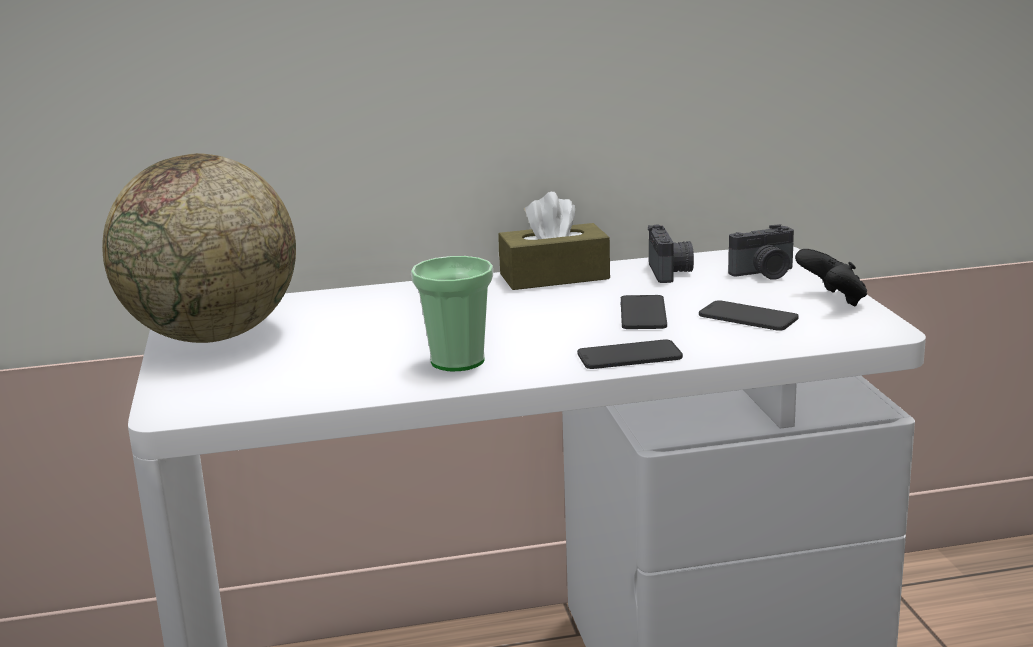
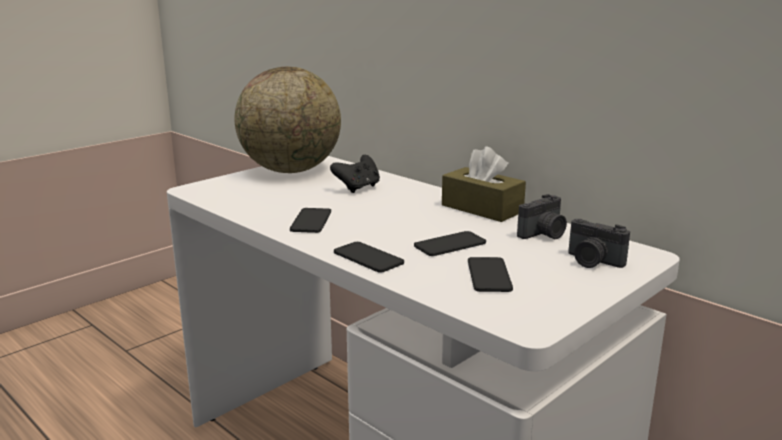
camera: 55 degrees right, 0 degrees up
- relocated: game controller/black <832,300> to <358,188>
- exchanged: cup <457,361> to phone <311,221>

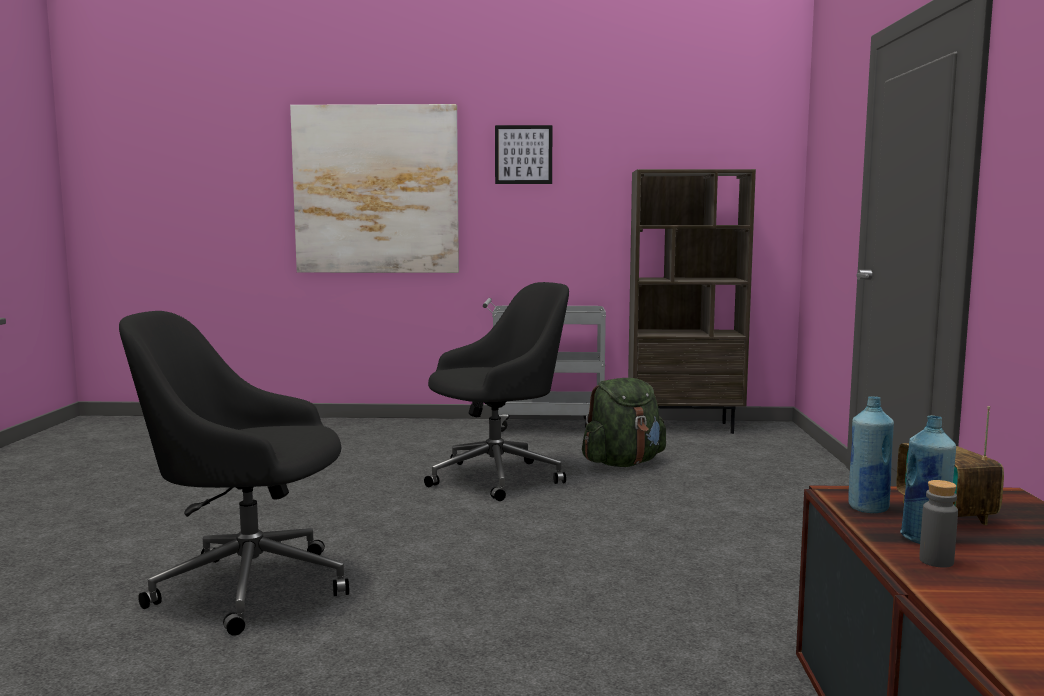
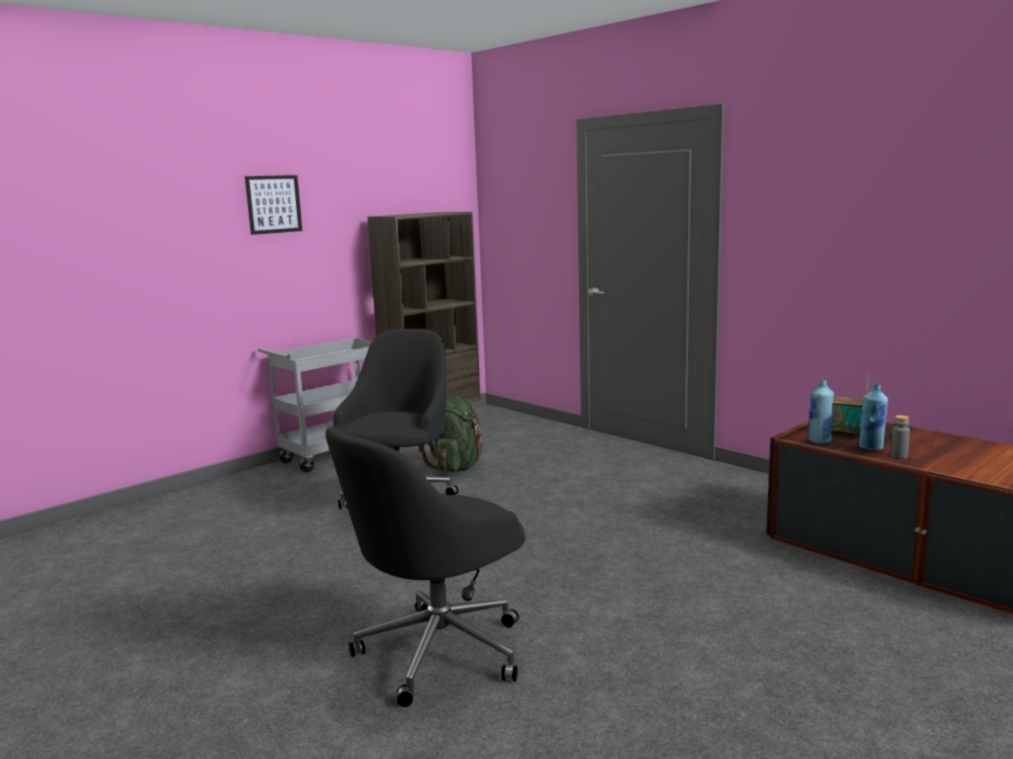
camera: 45 degrees left, 5 degrees up
- missing: picture <376,189>

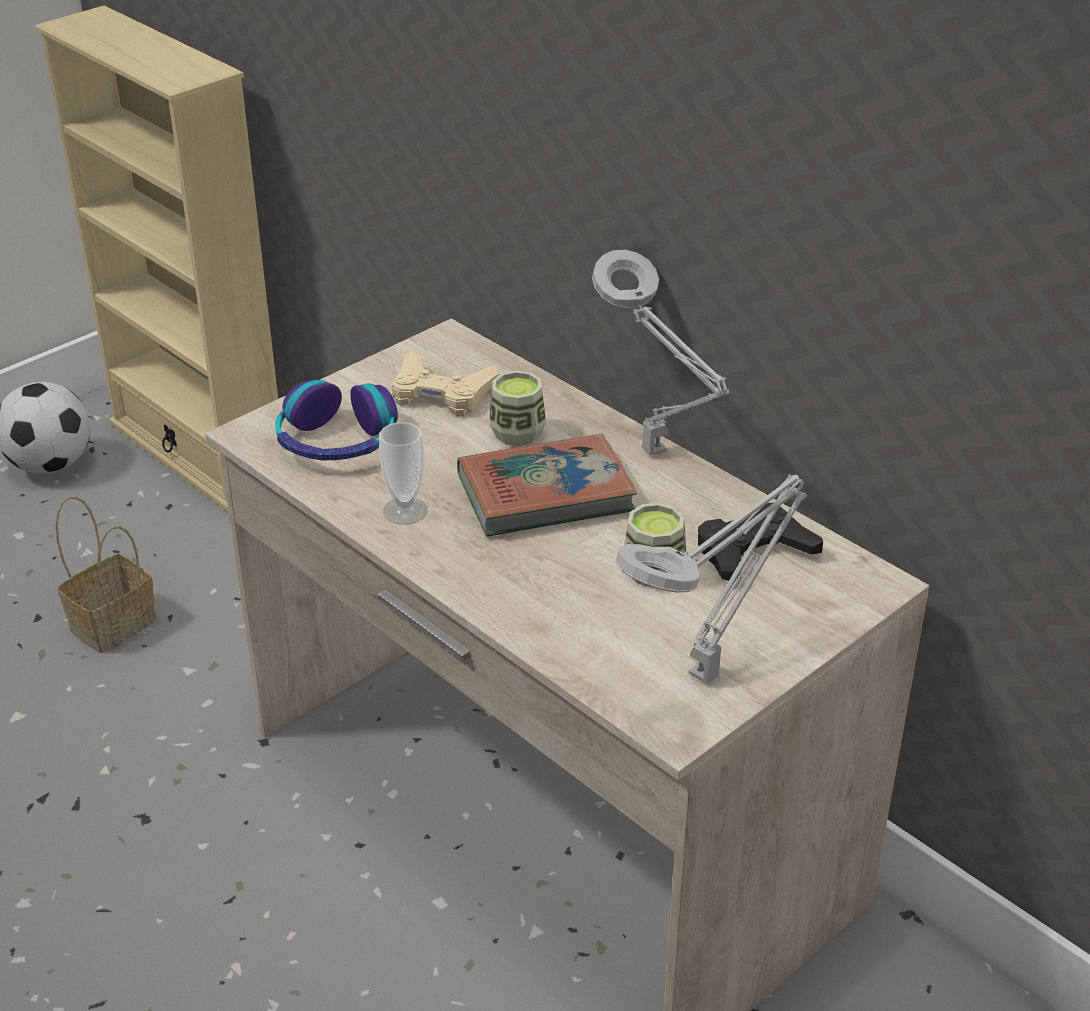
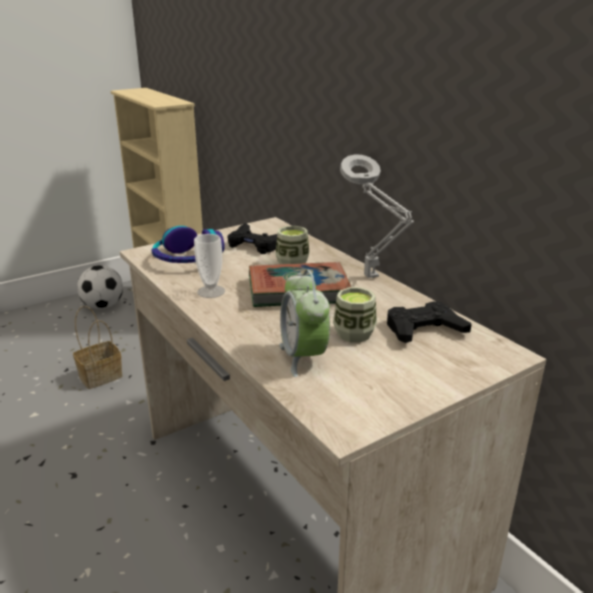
camera: 10 degrees right, 10 degrees down
- missing: table lamp/grey <709,672>
- appeared: alarm clock <303,357>
- colour: game controller/beige <441,393> to game controller/black <256,244>

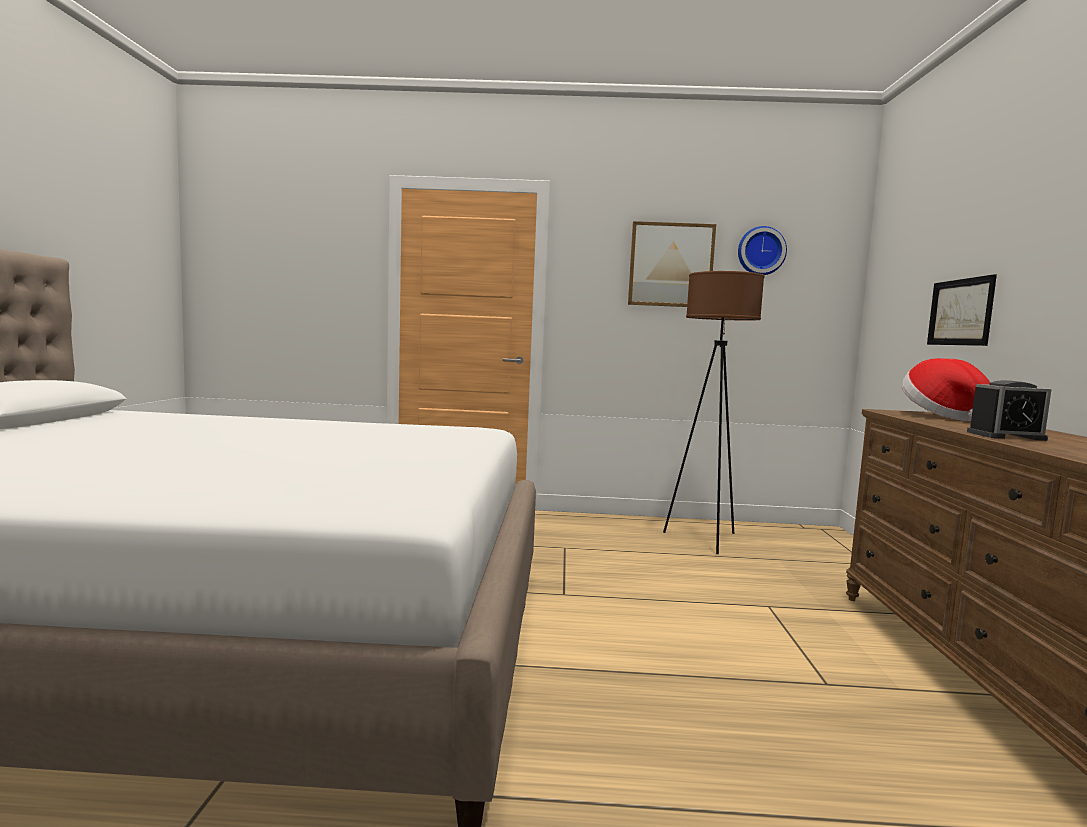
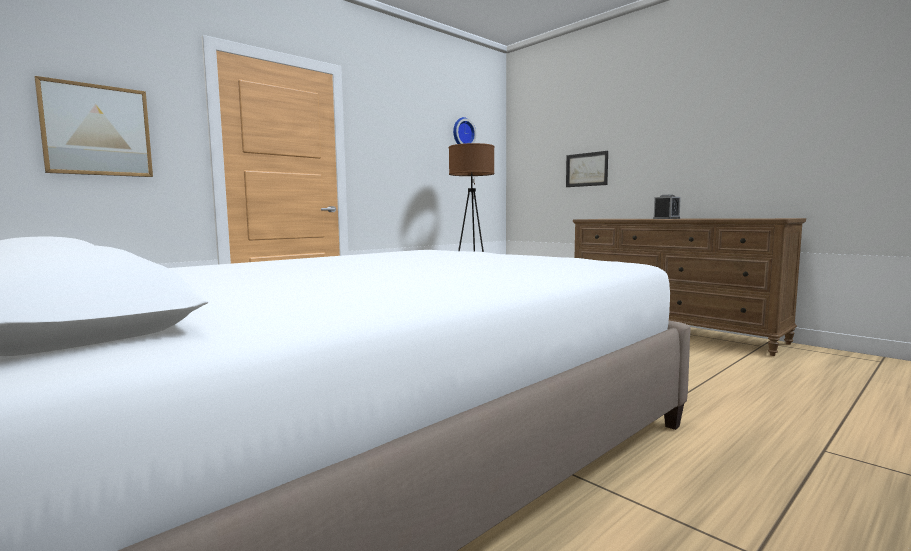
camera: 45 degrees left, 0 degrees up
- missing: hat <943,416>
- relocated: picture <670,265> to <97,130>

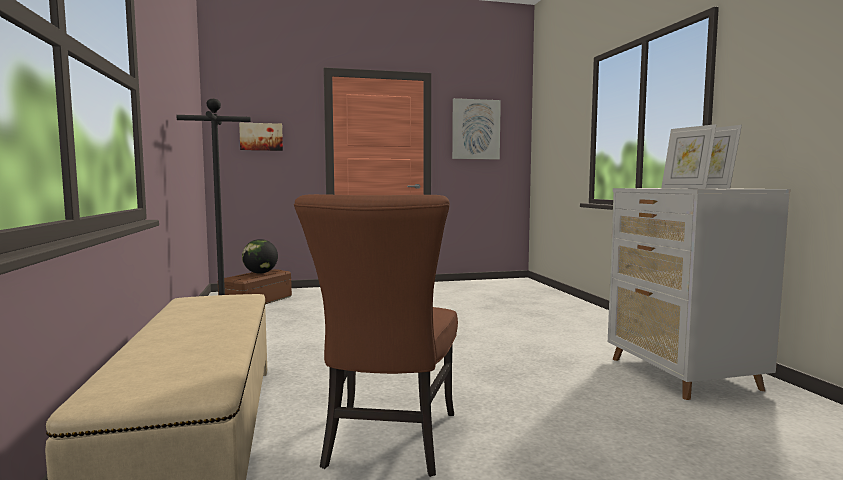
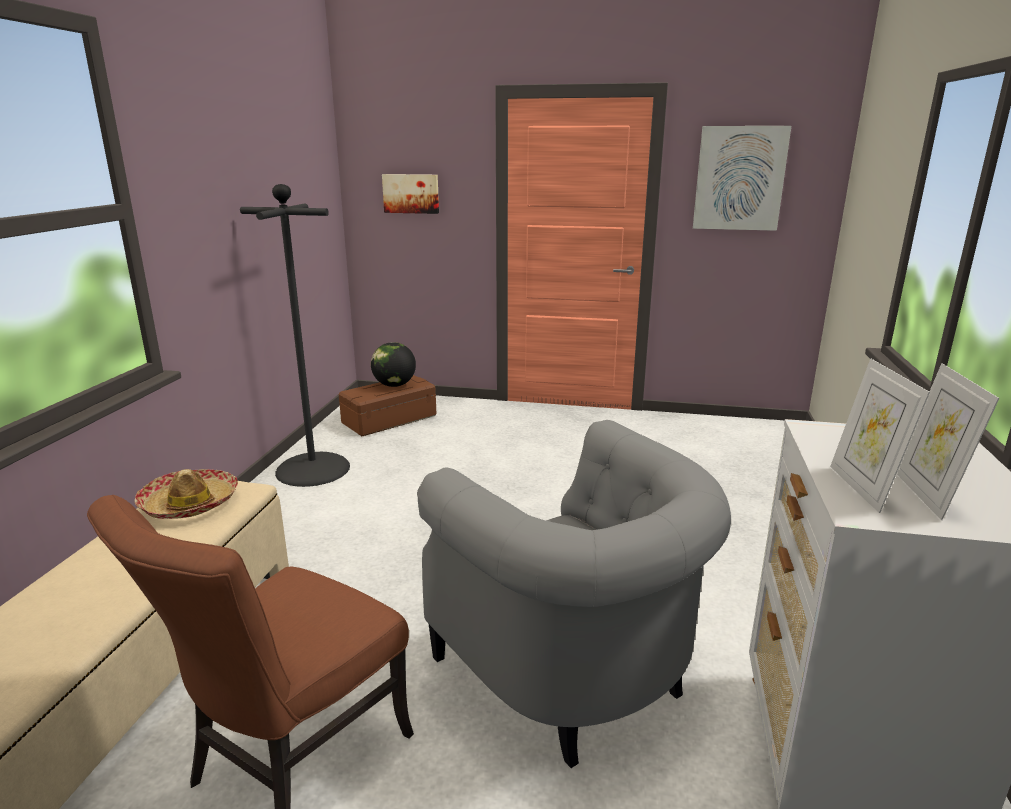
camera: 25 degrees right, 15 degrees up
- appeared: hat <190,503>
- appeared: armchair/grey <569,675>

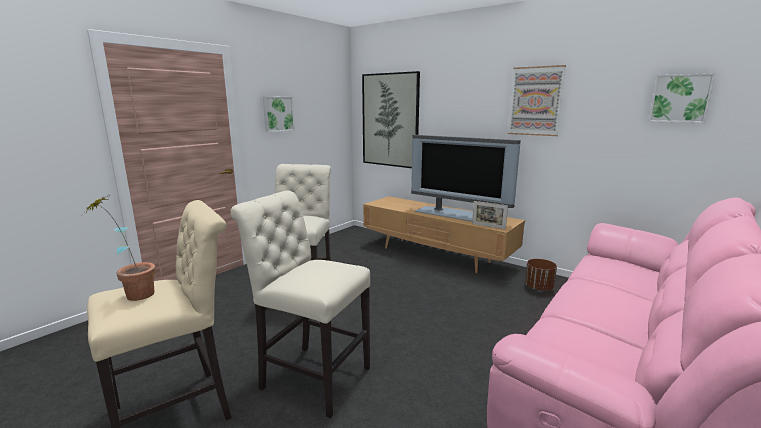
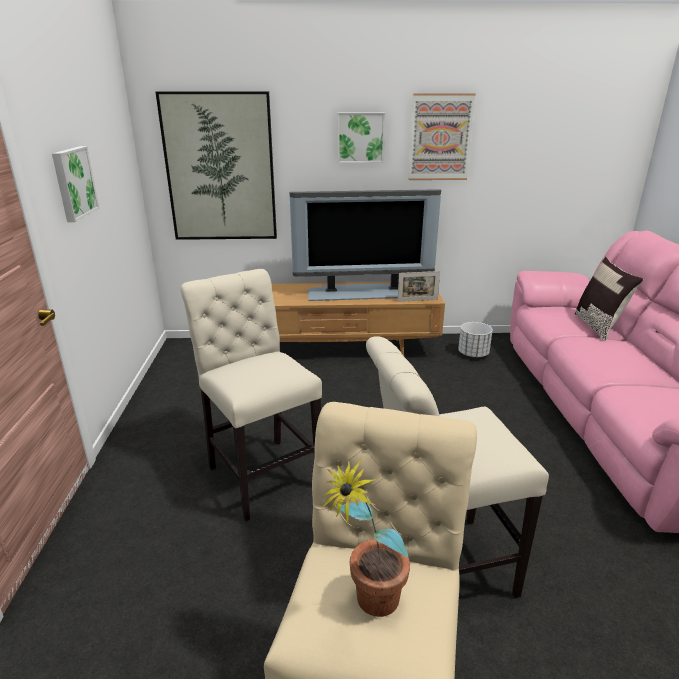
camera: 40 degrees left, 10 degrees up
- appeared: pillow <598,327>
- relocated: picture <680,98> to <360,137>
- colour: planter/brown <539,288> to planter/white <473,354>

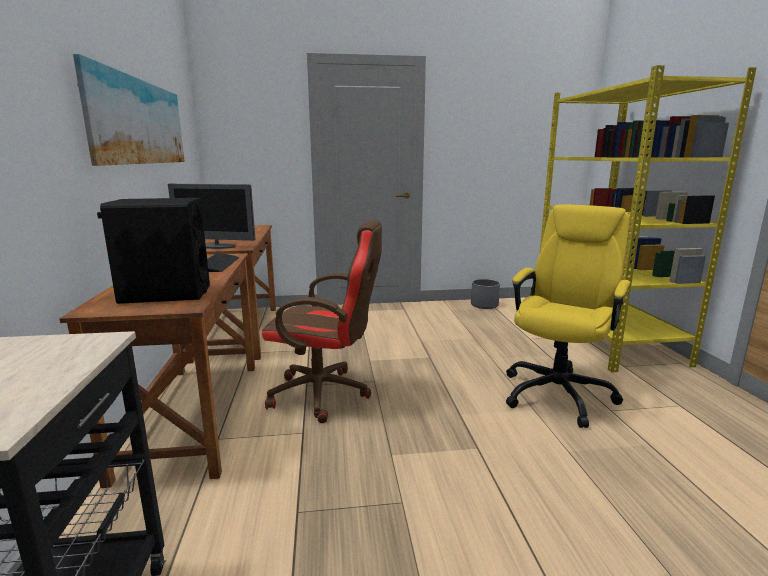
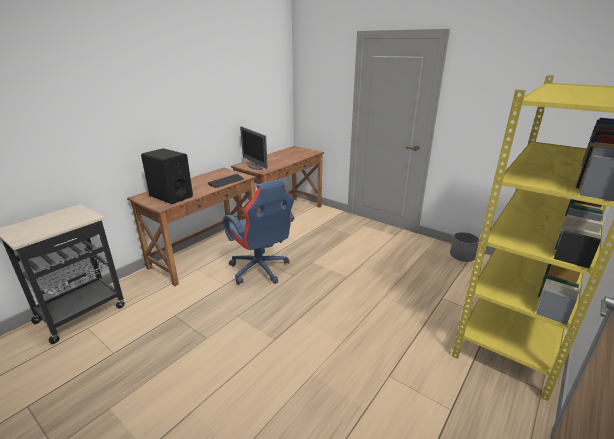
camera: 45 degrees right, 10 degrees up
- missing: picture <137,122>
- missing: office chair/yellow <558,393>
- colour: office chair/brown <327,396> to office chair/blue <261,272>

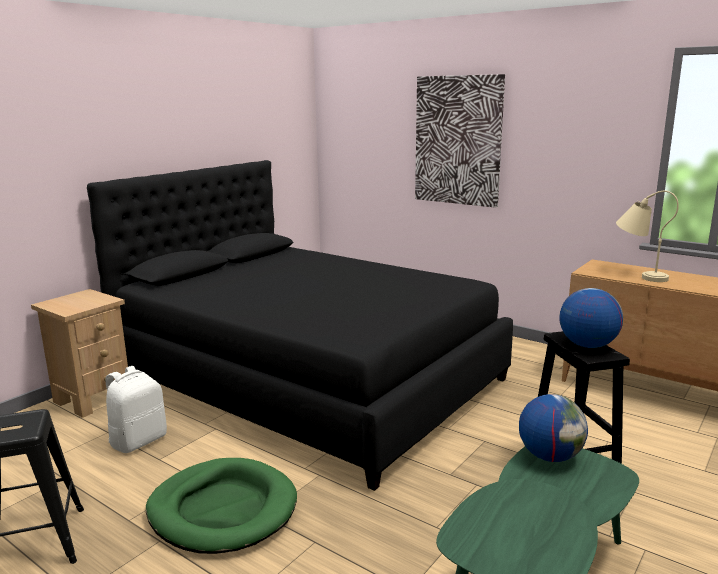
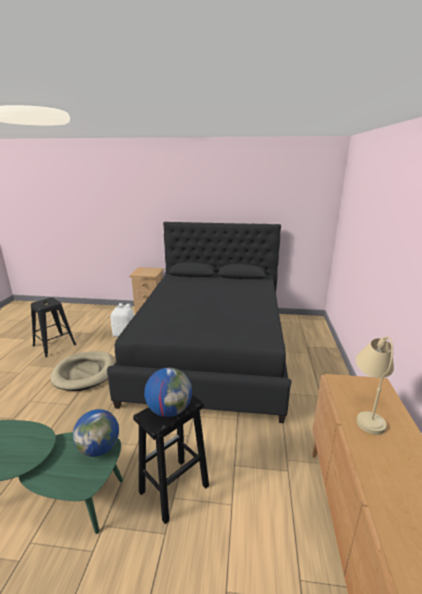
camera: 60 degrees right, 5 degrees up
- missing: picture <458,140>
- colour: dog bed/green <223,510> to dog bed/beige <84,372>

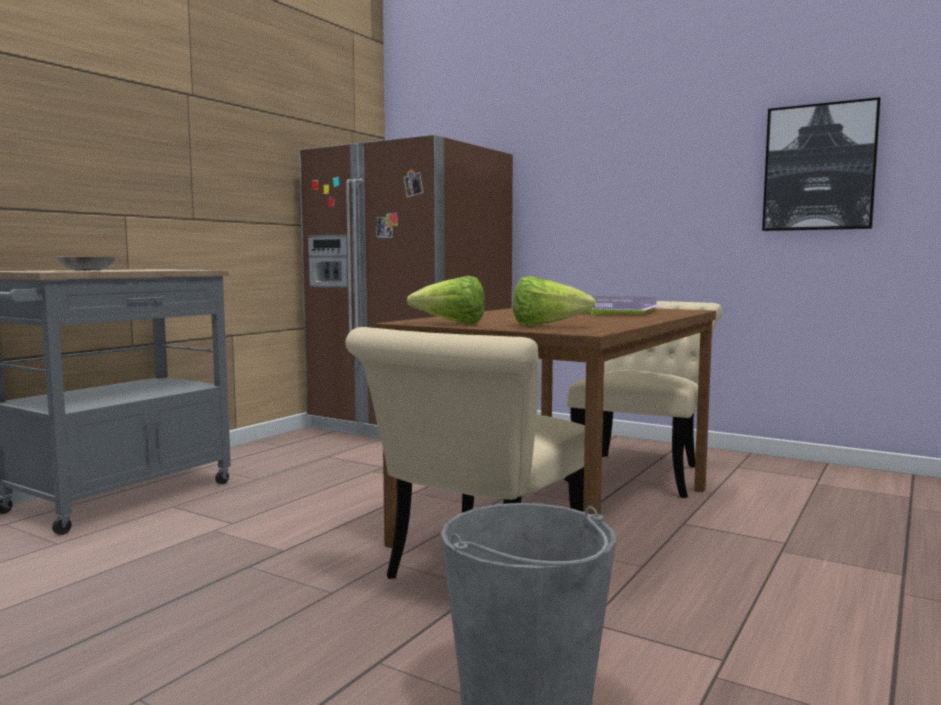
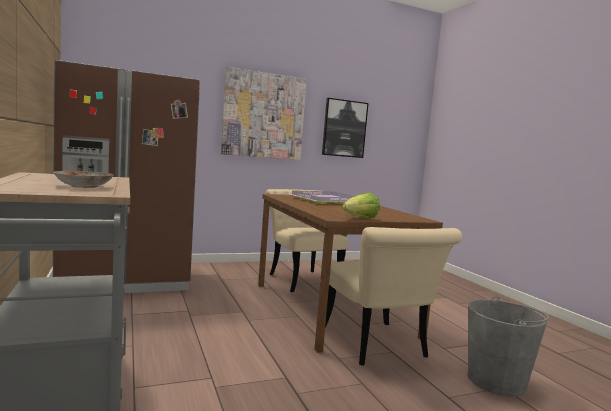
camera: 55 degrees left, 0 degrees up
- missing: lettuce <546,326>
- appeared: picture <264,115>

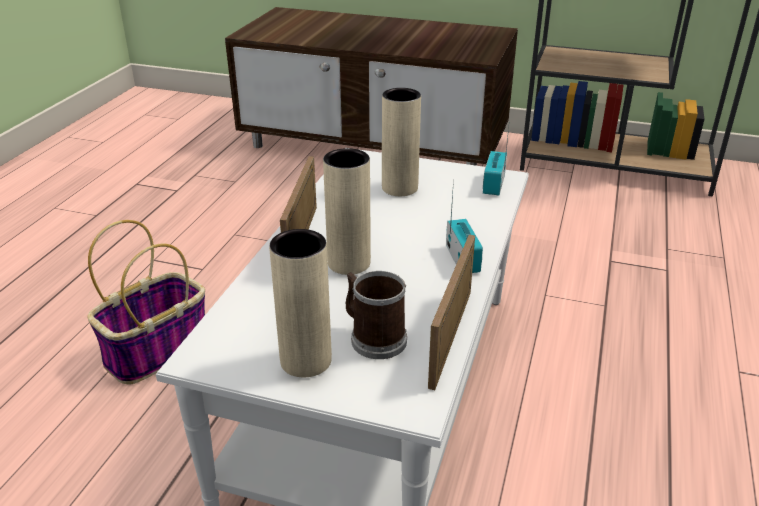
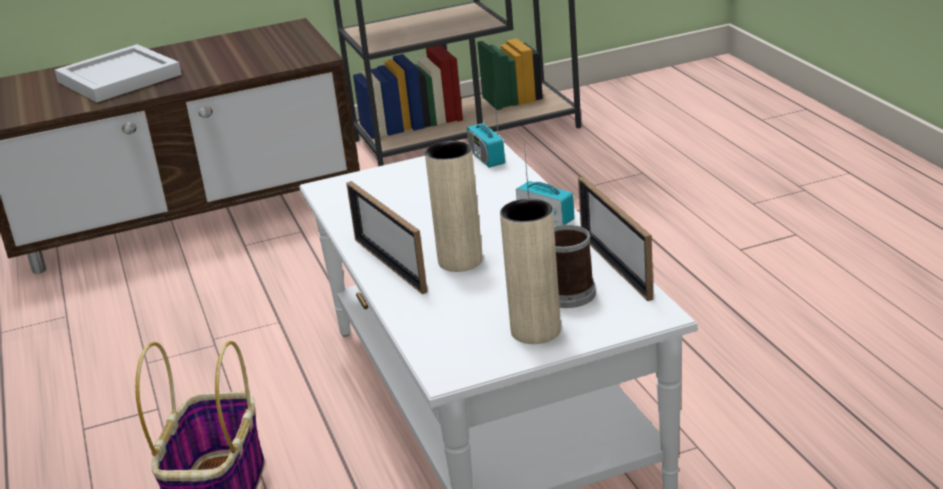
camera: 35 degrees left, 5 degrees down
- missing: vase/beige <399,188>
- appeared: tray/white <121,78>

